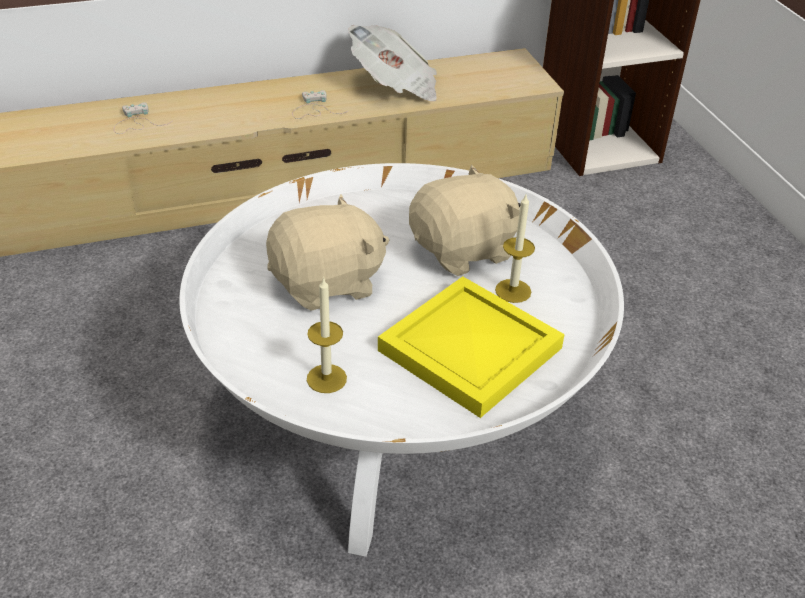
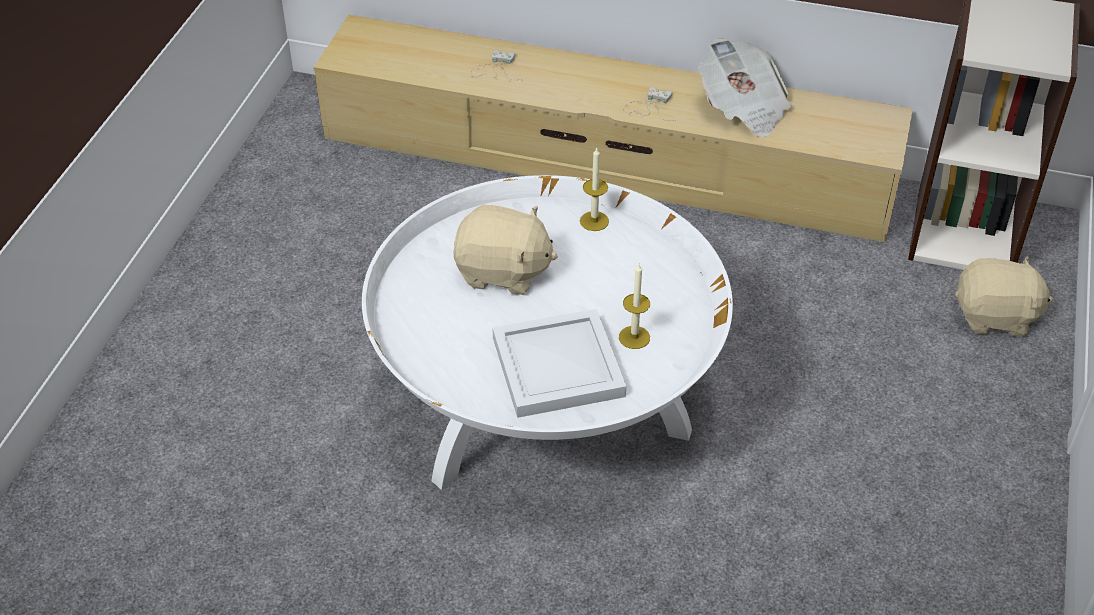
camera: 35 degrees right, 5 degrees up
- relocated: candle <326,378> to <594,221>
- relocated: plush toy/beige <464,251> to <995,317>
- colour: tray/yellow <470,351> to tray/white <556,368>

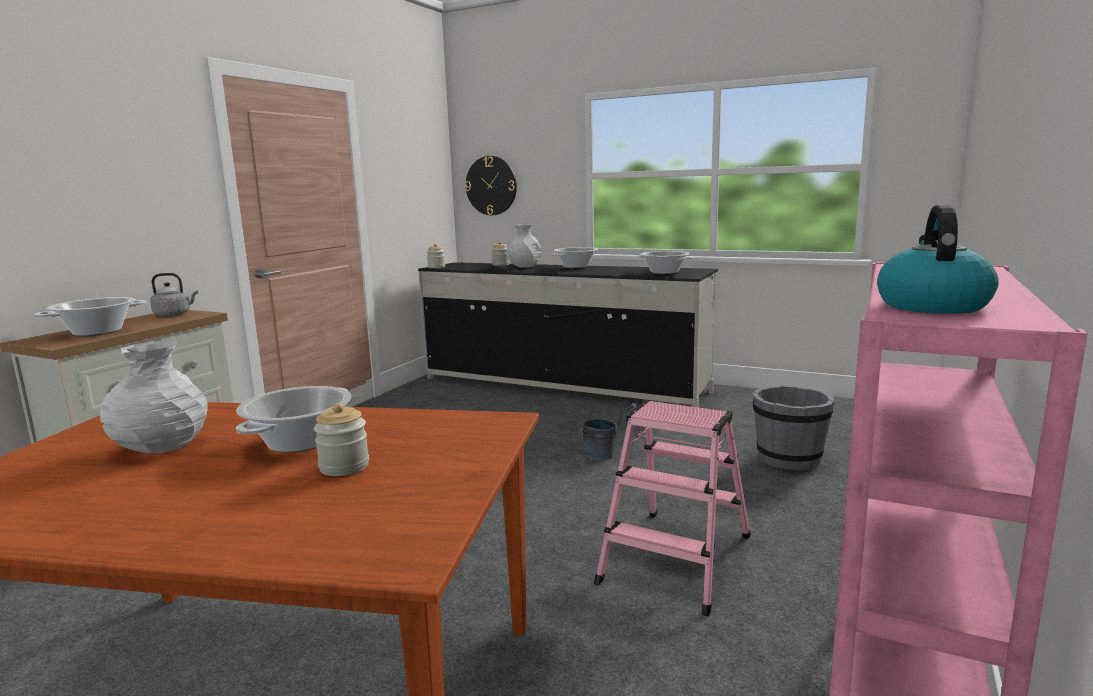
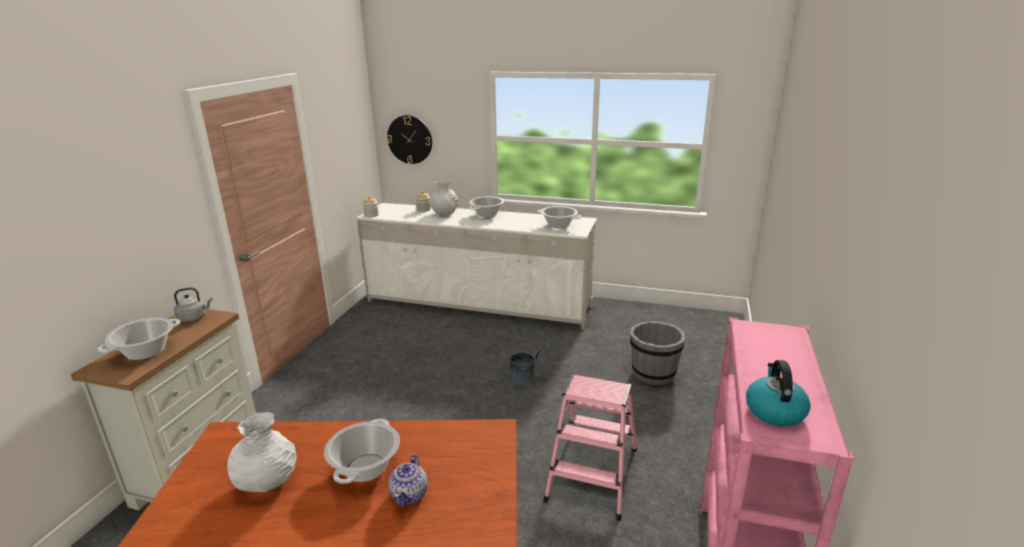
camera: 10 degrees left, 10 degrees up
- exchanged: jar <344,467> to teapot <410,494>
- colour: cabinet/black <562,385> to cabinet/white <478,303>

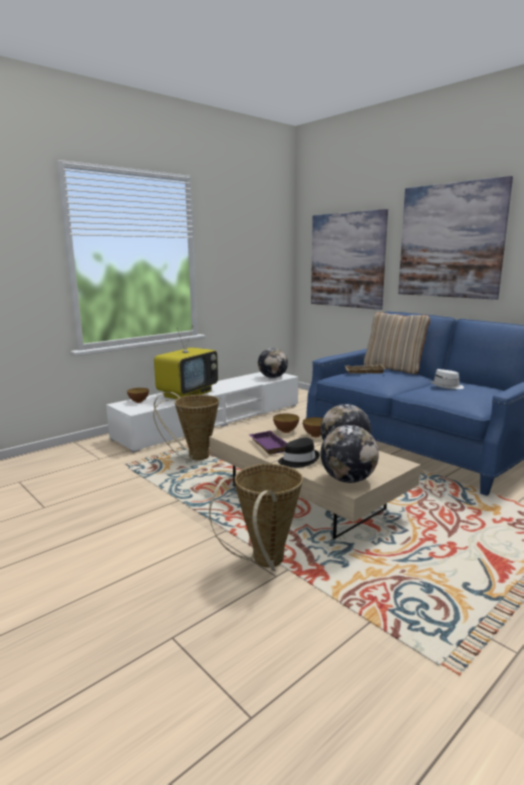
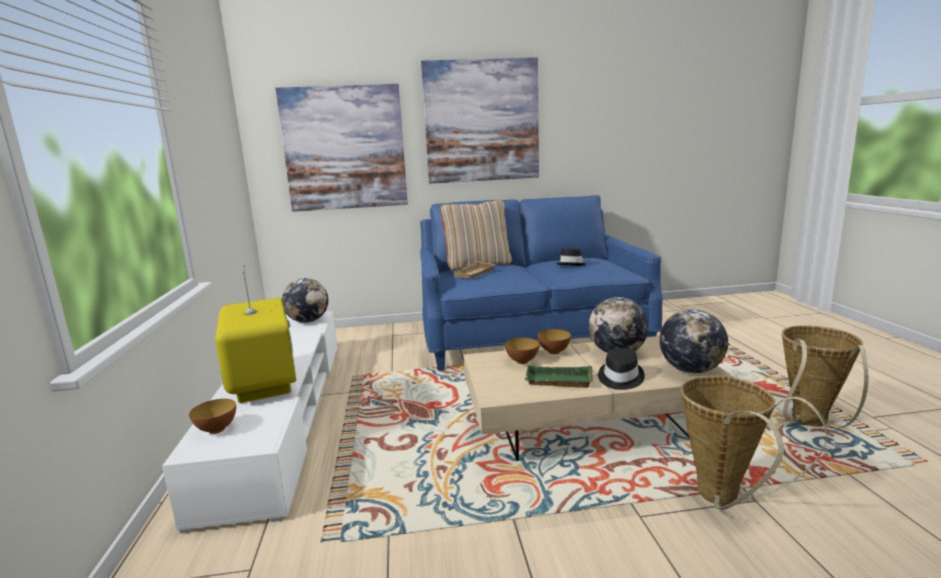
camera: 55 degrees left, 0 degrees up
- relocated: basket <193,457> to <810,424>
- colour: tray/purple <267,445> to tray/green <557,382>
- colour: hat/white <447,386> to hat/black <571,264>

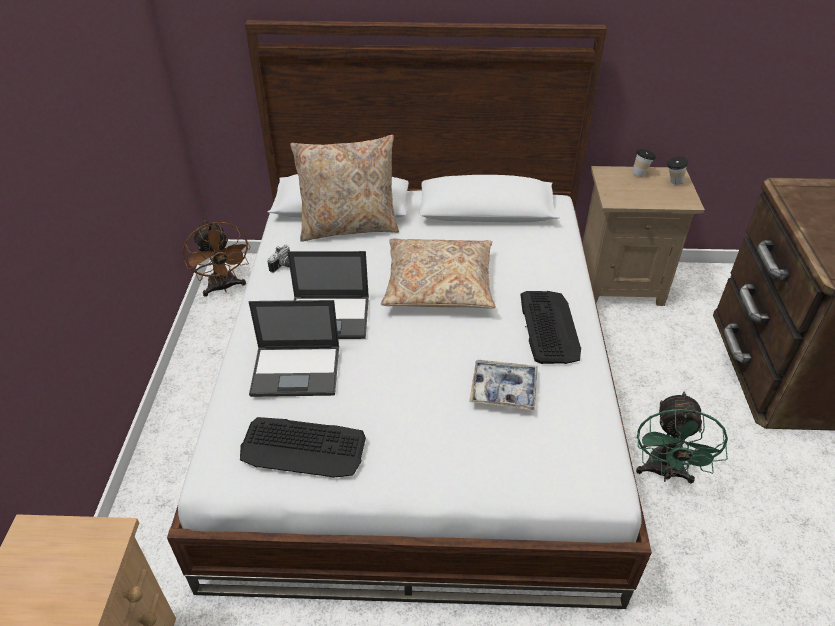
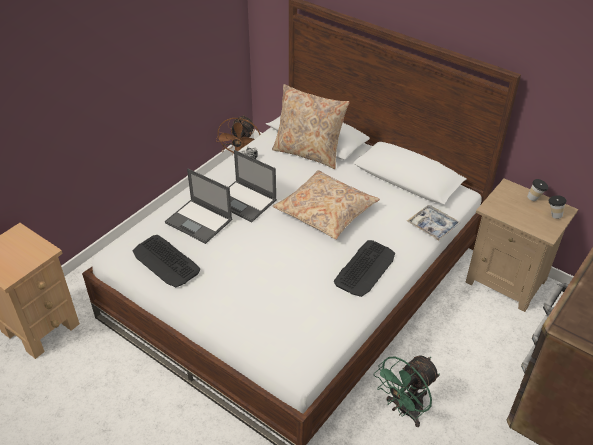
camera: 35 degrees right, 0 degrees up
- relocated: tray <503,390> to <433,226>

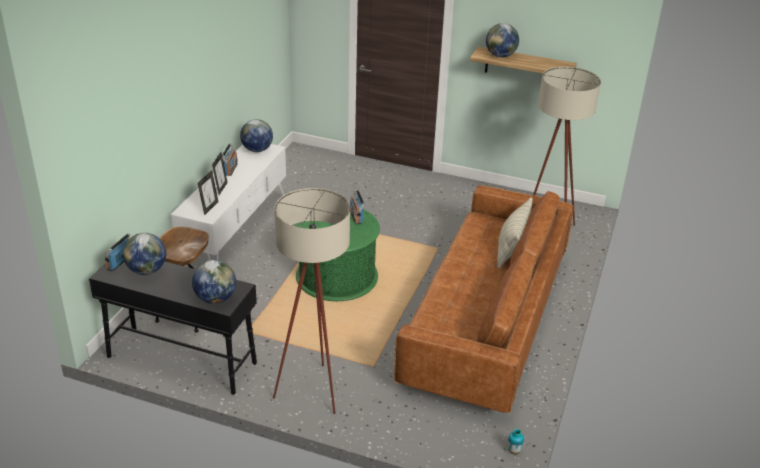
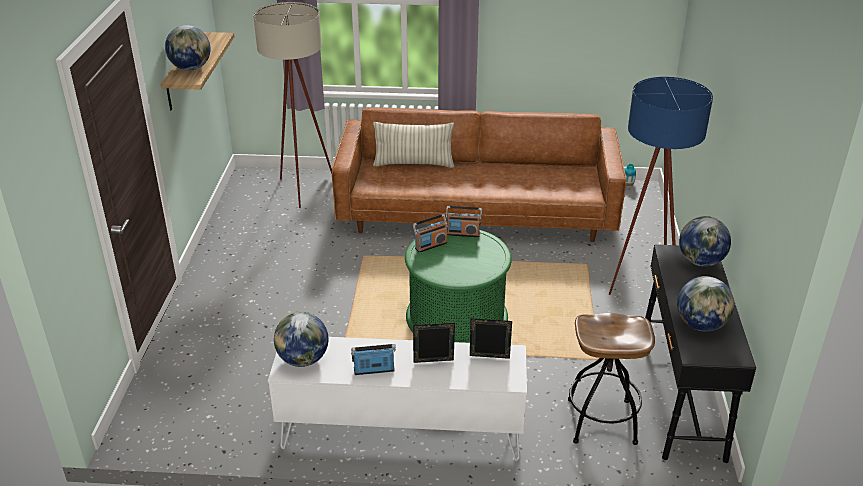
camera: 105 degrees left, 0 degrees up
- relocated: radio <119,262> to <463,233>
- colour: floor lamp/beige <313,386> to floor lamp/blue <641,293>

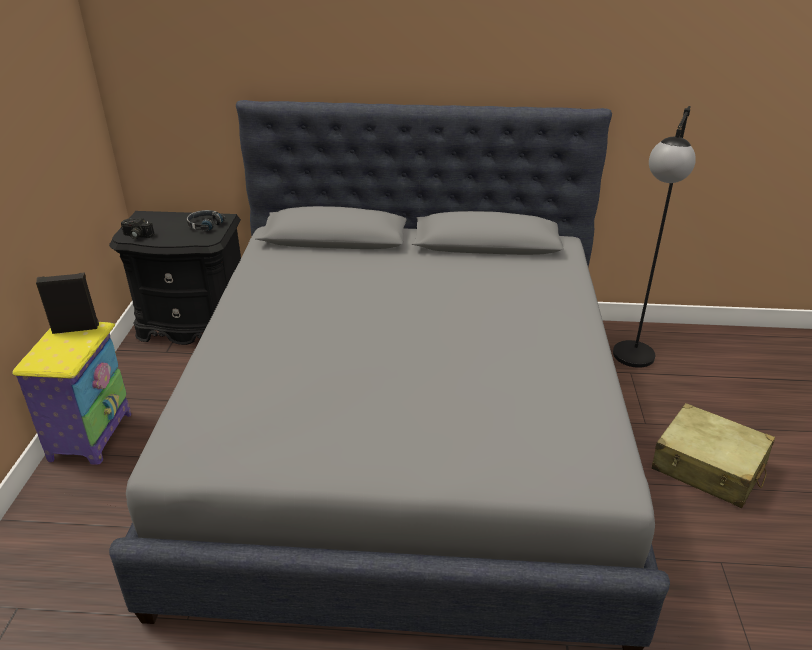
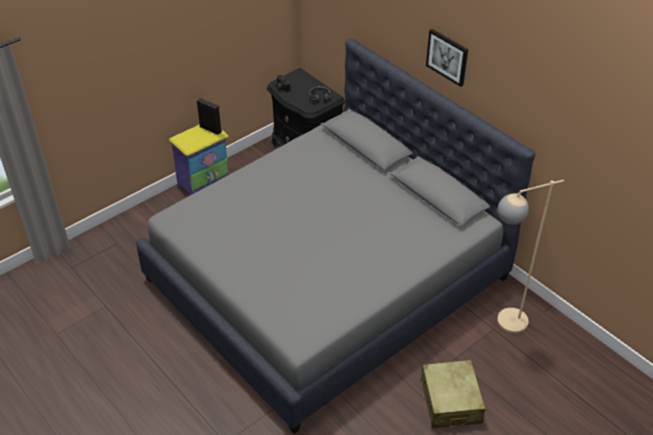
camera: 45 degrees right, 10 degrees up
- appeared: picture <447,57>
- colour: floor lamp/black <631,363> to floor lamp/beige <502,324>

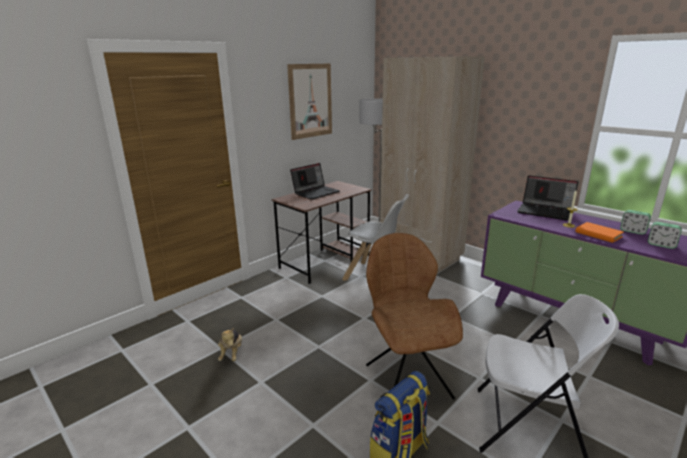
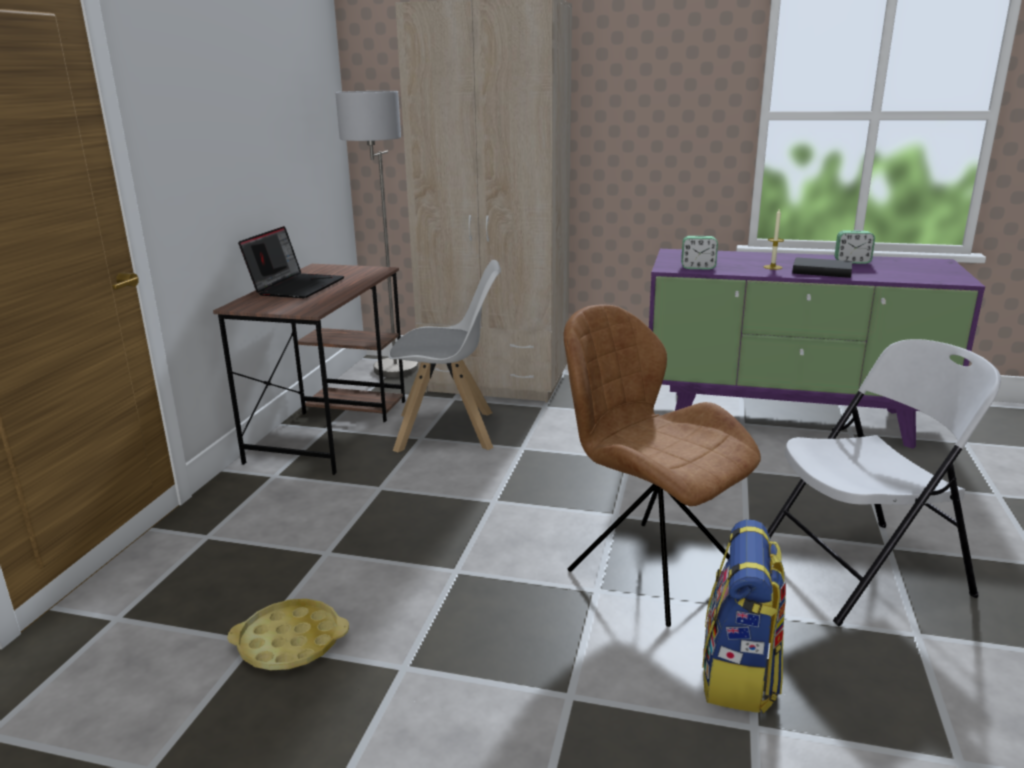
camera: 30 degrees left, 0 degrees up
- missing: picture <310,101>
- missing: laptop <545,211>
- relocated: alarm clock <661,245> to <698,267>
- exchanged: plush toy <231,353> to tray/yellow <290,642>
- colour: book/orange <598,234> to book/black <821,271>

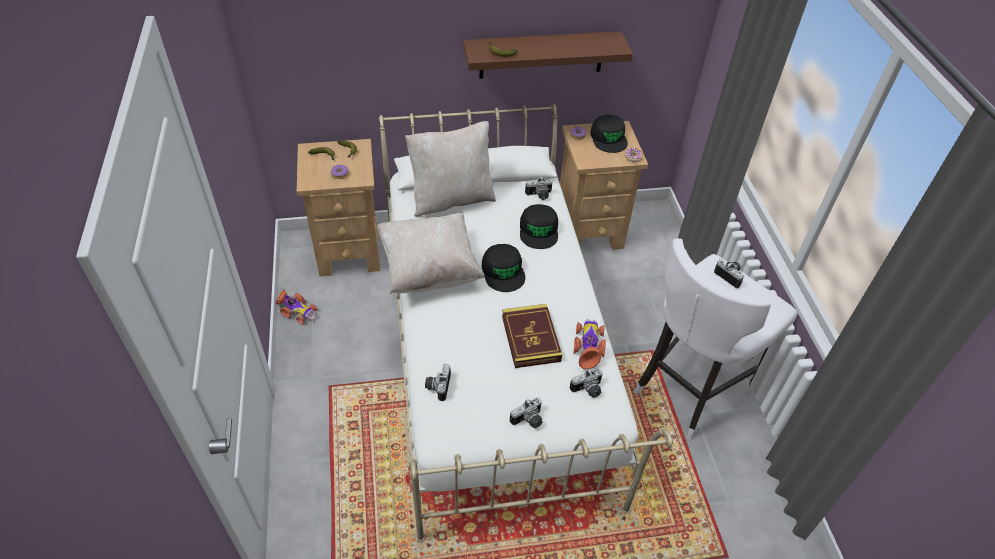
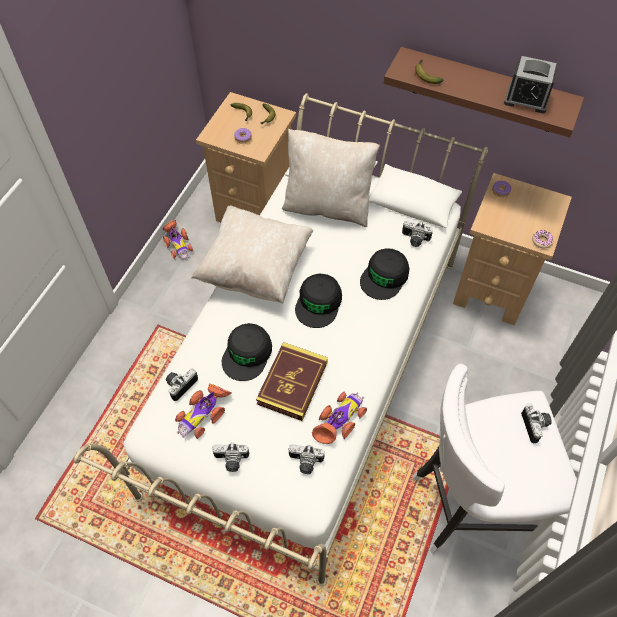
camera: 35 degrees right, 10 degrees up
- appeared: toy car <203,413>
- appeared: alarm clock <526,99>
- relocated: cap/black <609,138> to <247,354>

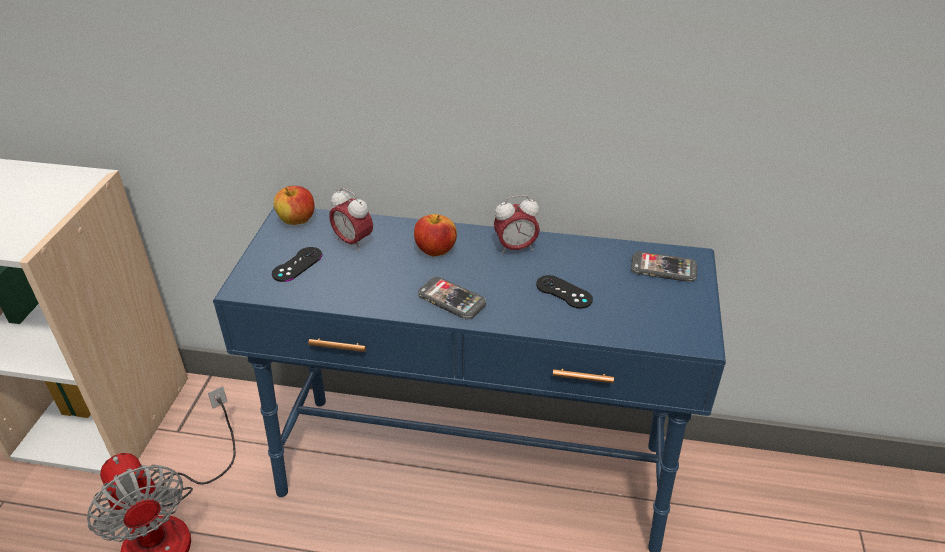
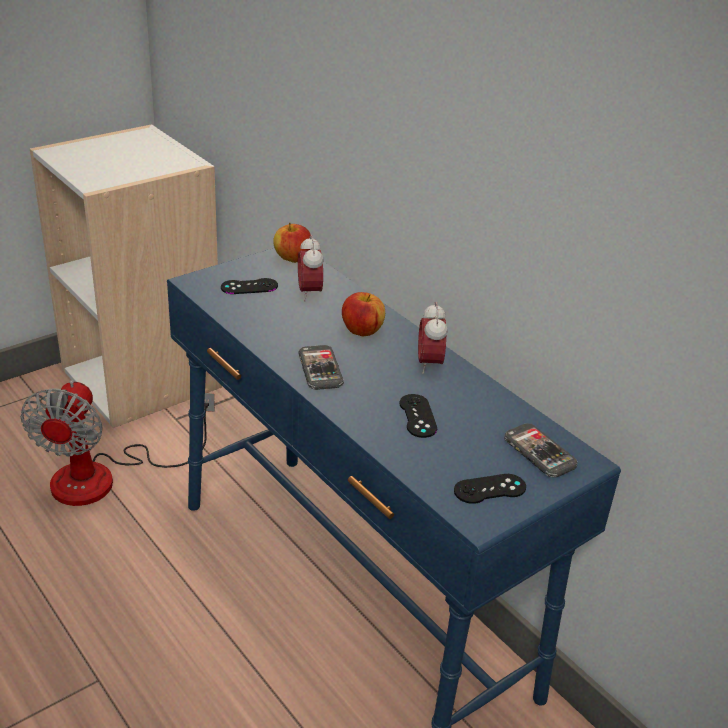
camera: 40 degrees right, 5 degrees down
- appeared: game controller/black <490,489>
- spun: alarm clock <515,248> = <429,364> 60 degrees clockwise

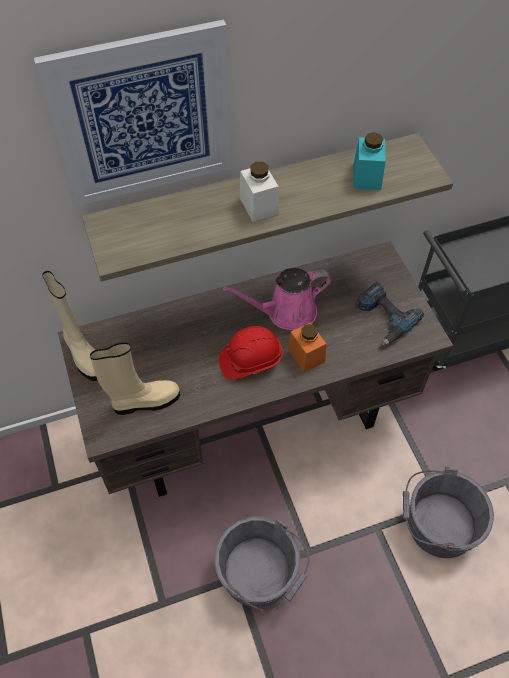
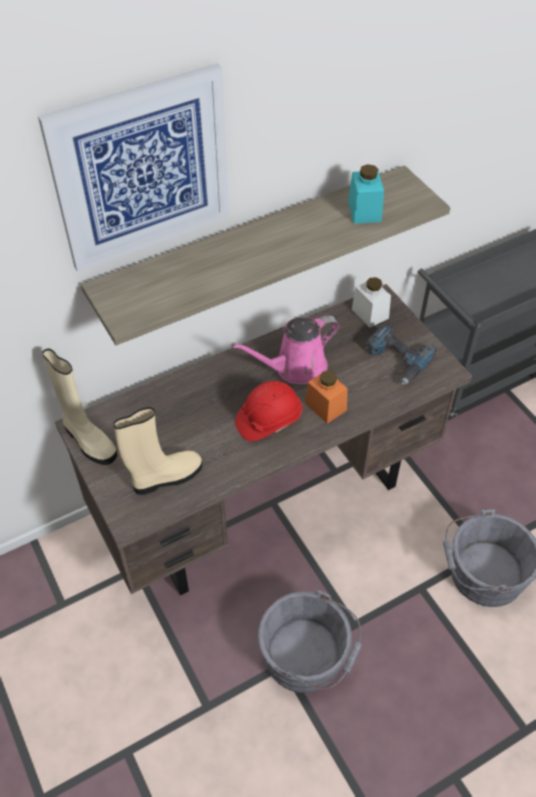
camera: 10 degrees left, 5 degrees down
- relocated: jar/white <259,205> to <370,313>

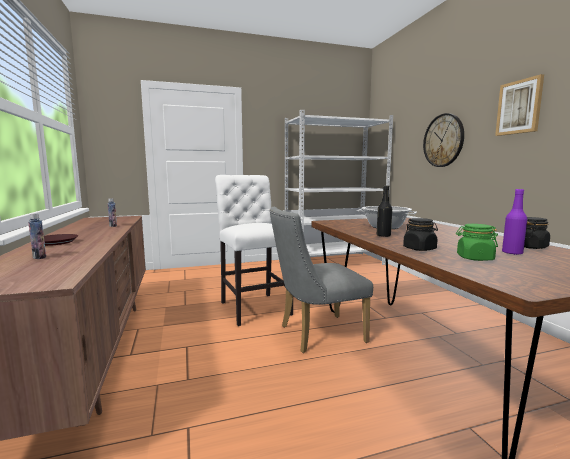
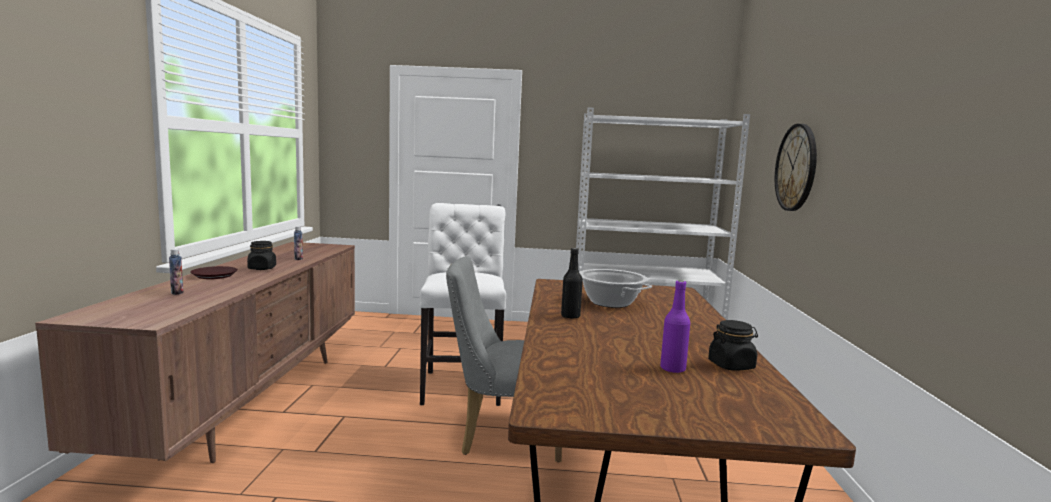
camera: 20 degrees right, 0 degrees up
- missing: jar/green <474,258>
- missing: picture <519,107>
- relocated: jar/black <419,249> to <262,268>

